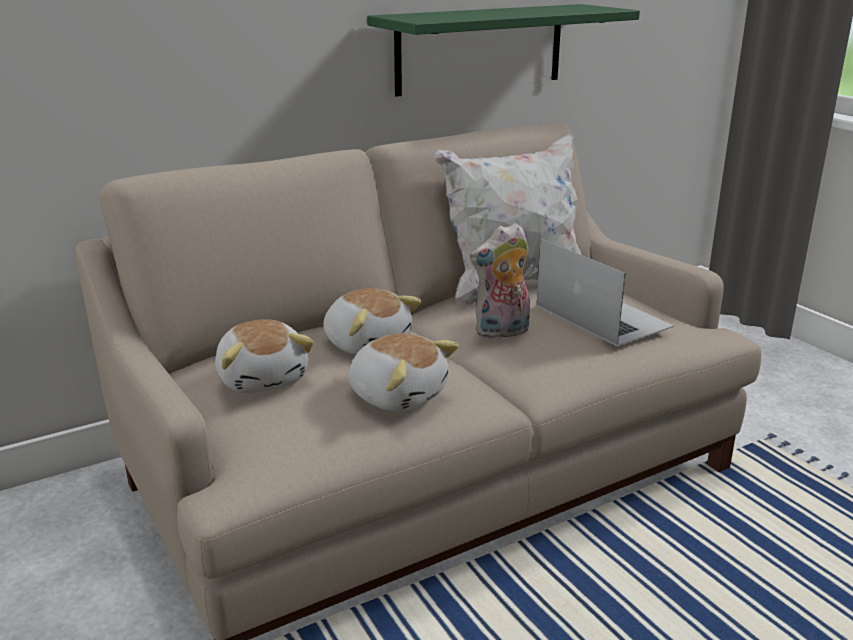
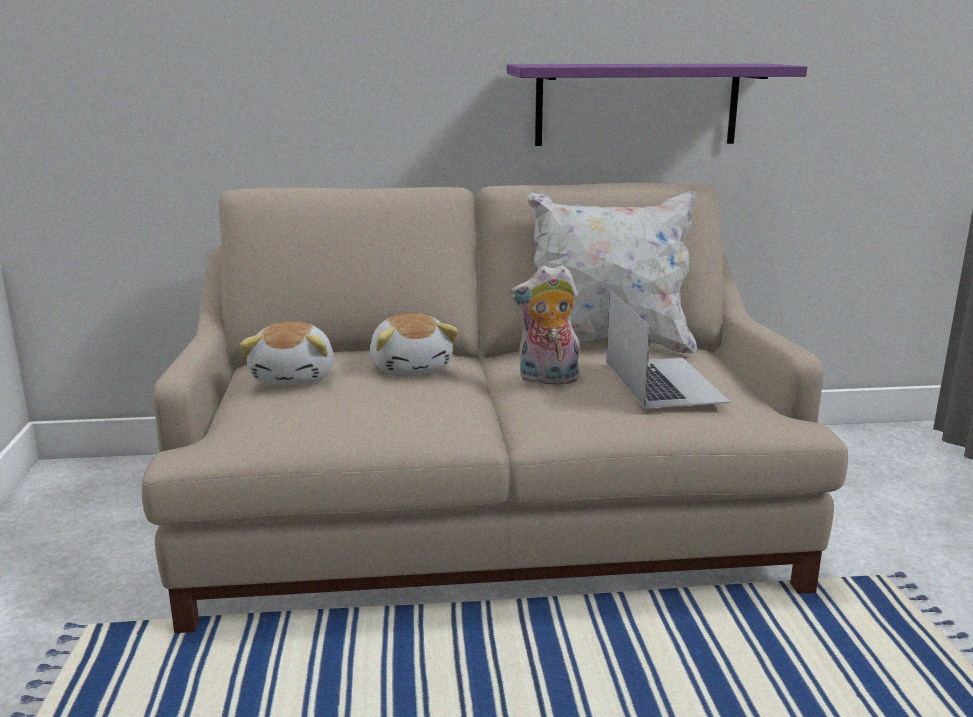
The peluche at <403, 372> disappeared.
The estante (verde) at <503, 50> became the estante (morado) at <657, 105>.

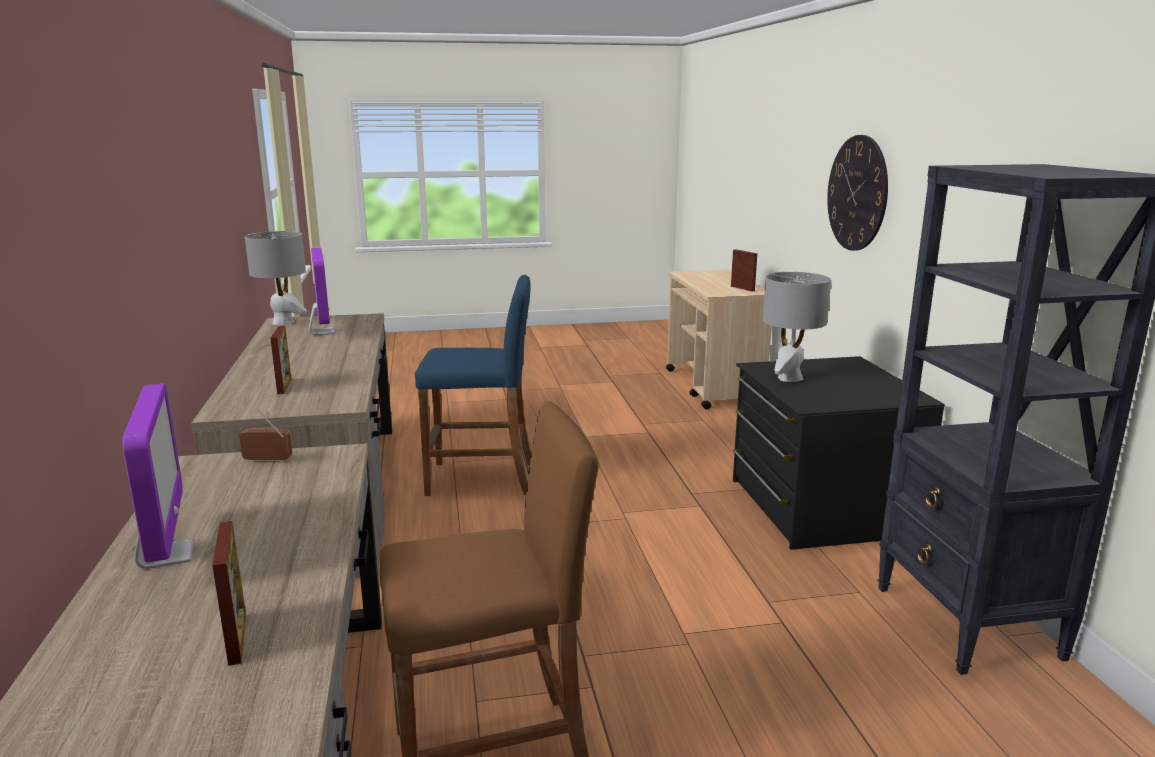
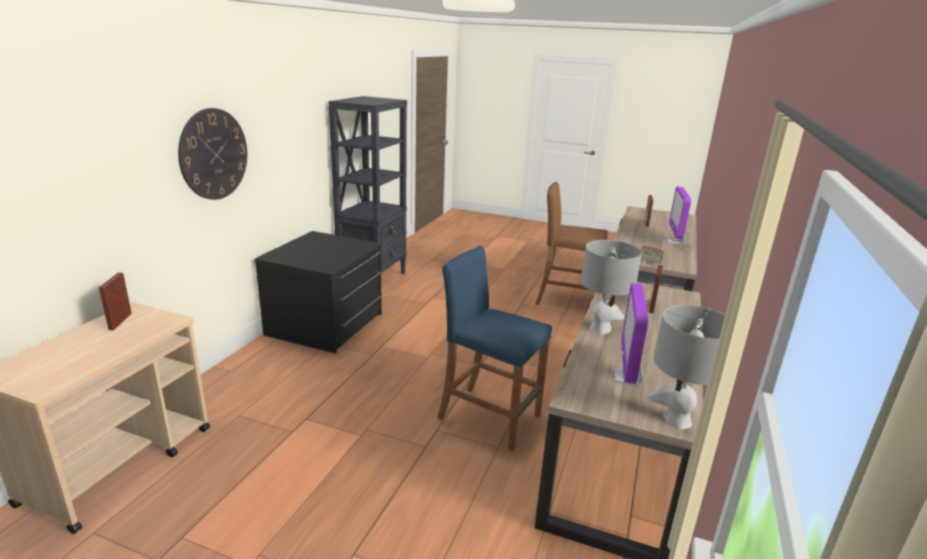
The lámpara de mesa (gris) moved from <797, 327> to <611, 287>.

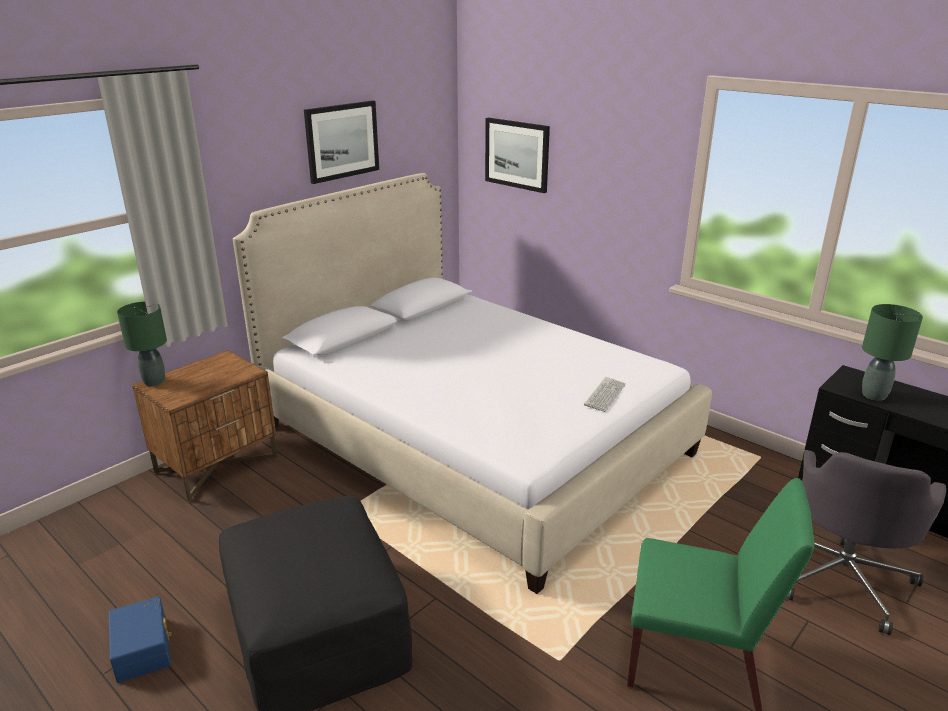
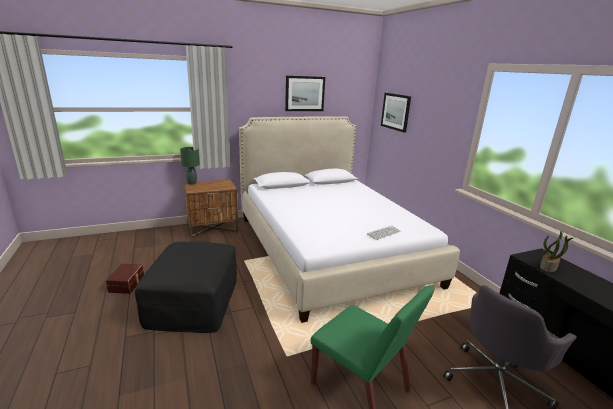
The lámpara de mesa (verde) at <892, 352> was replaced by the planta en maceta at <556, 251>.
The caja de almacenaje (azul) at <140, 639> became the caja de almacenaje (marrón) at <125, 279>.

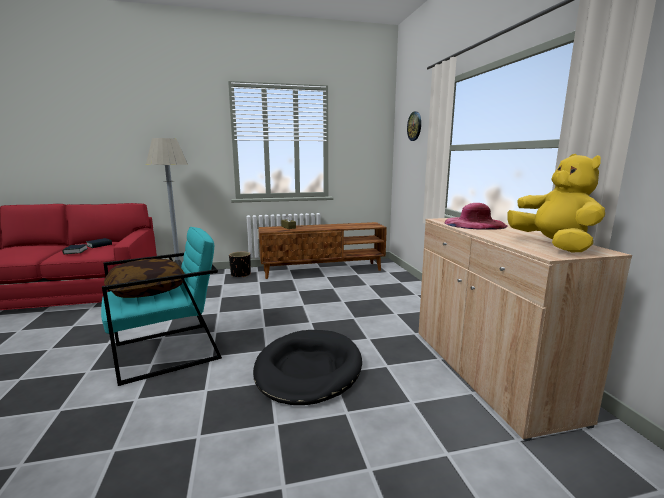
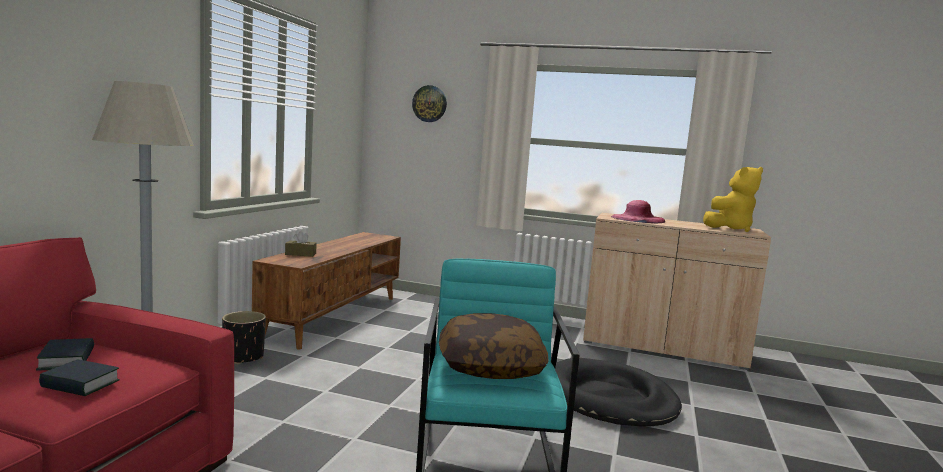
The peluche (amarillo) at <556, 203> turned 135 degrees clockwise.

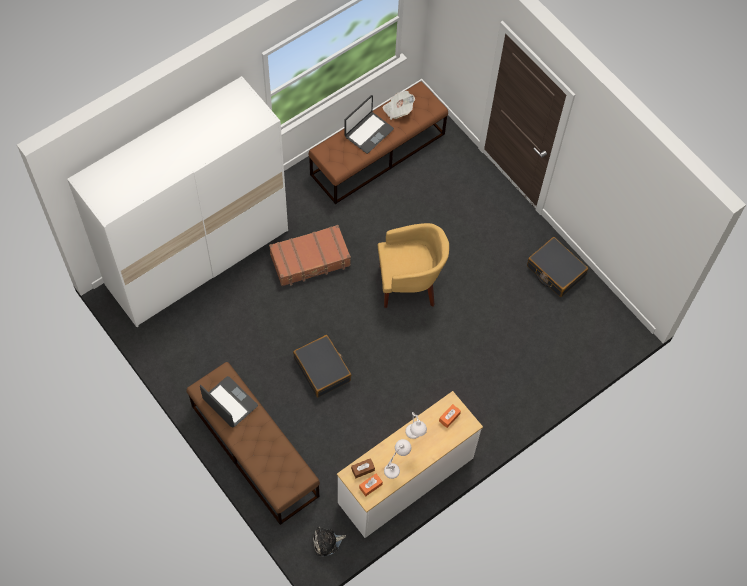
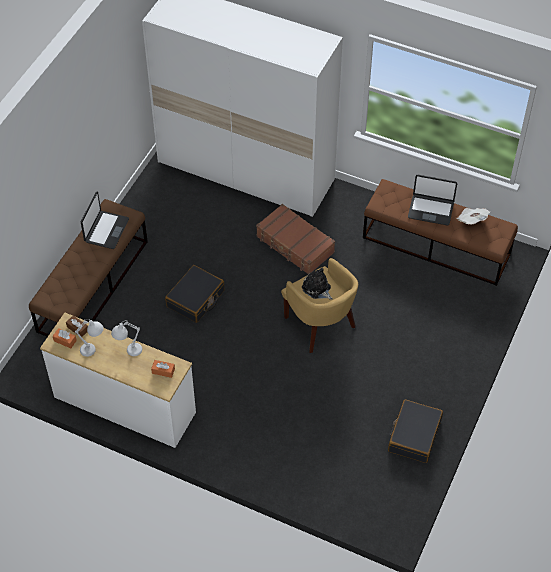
The peluche moved from <329, 542> to <317, 284>.

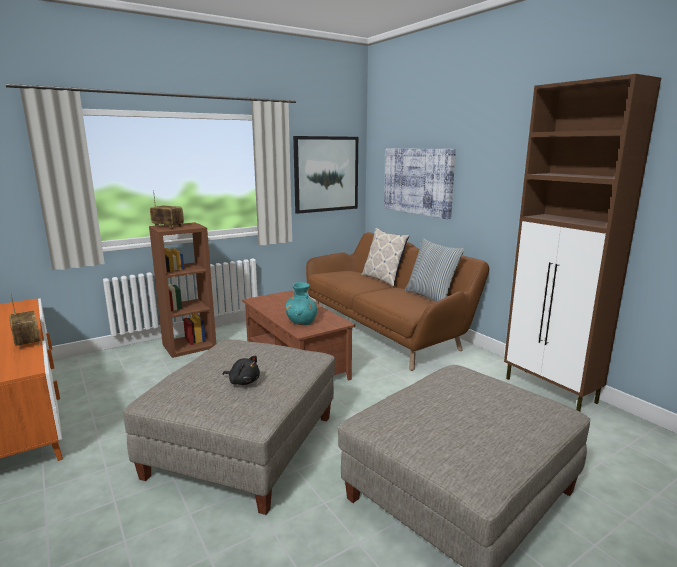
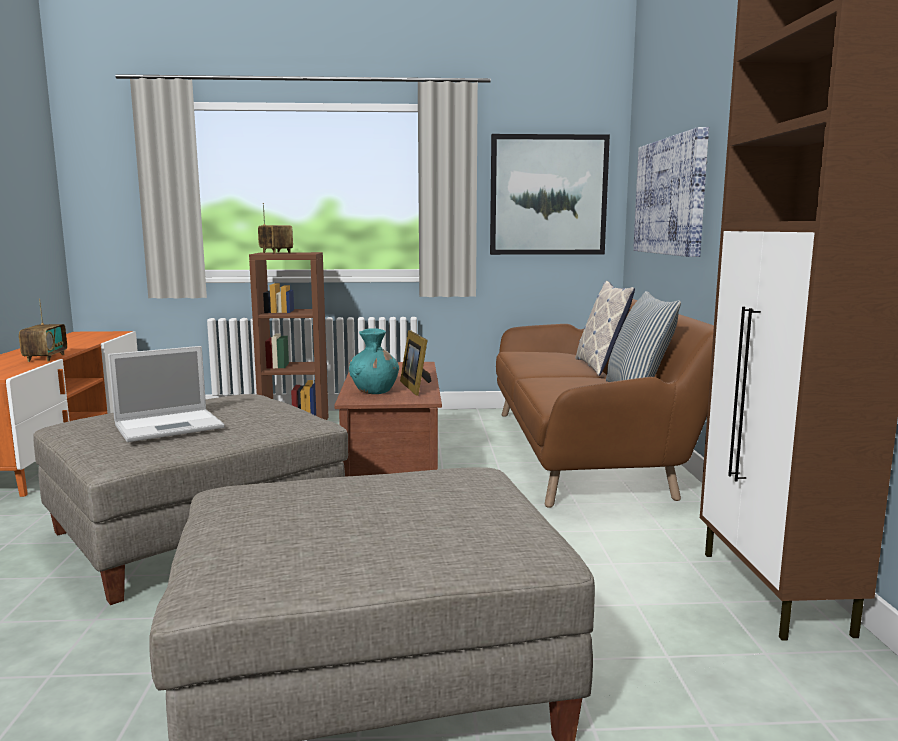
The portarretratos at <416, 363> appeared.
The peluche (negro) at <241, 370> was replaced by the portátil at <166, 394>.

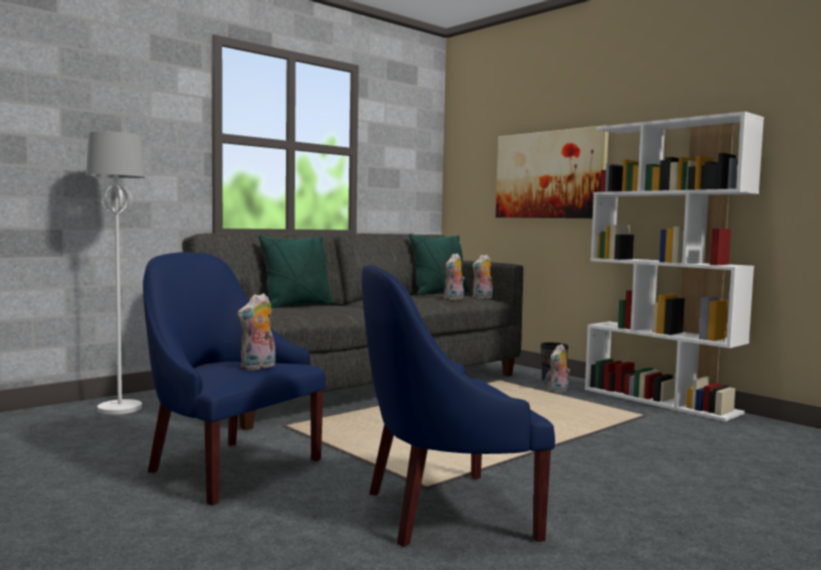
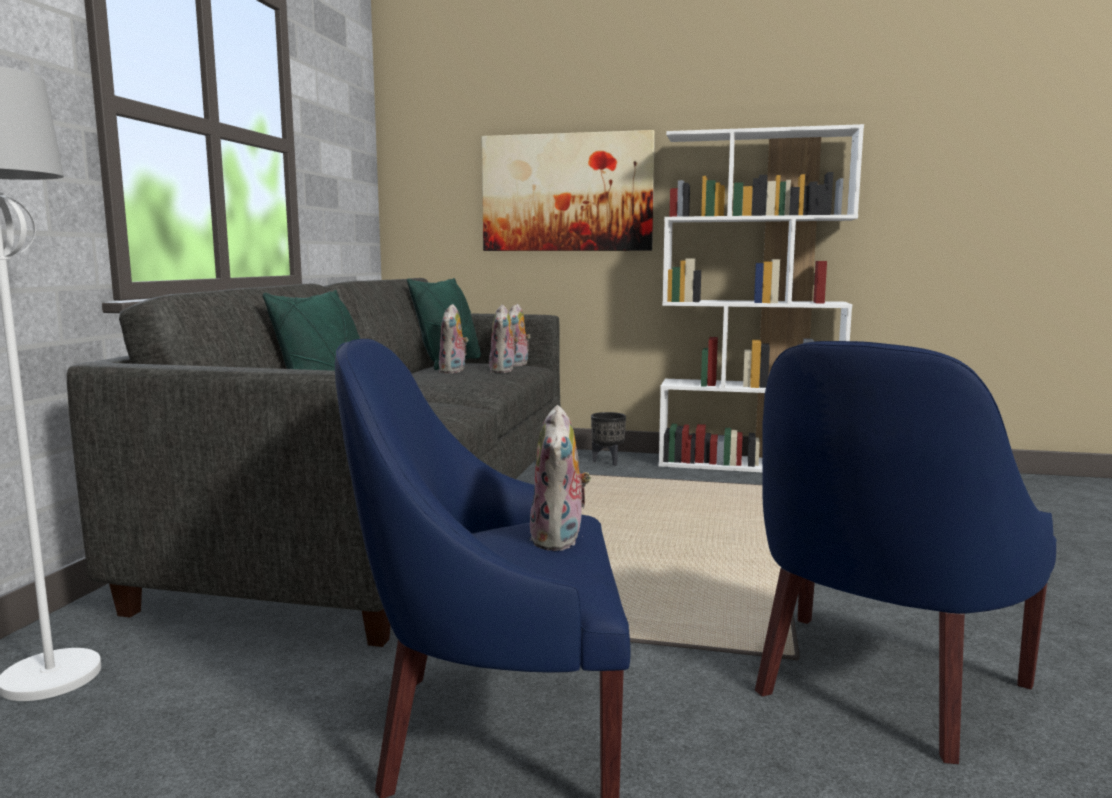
The peluche moved from <559, 368> to <454, 338>.

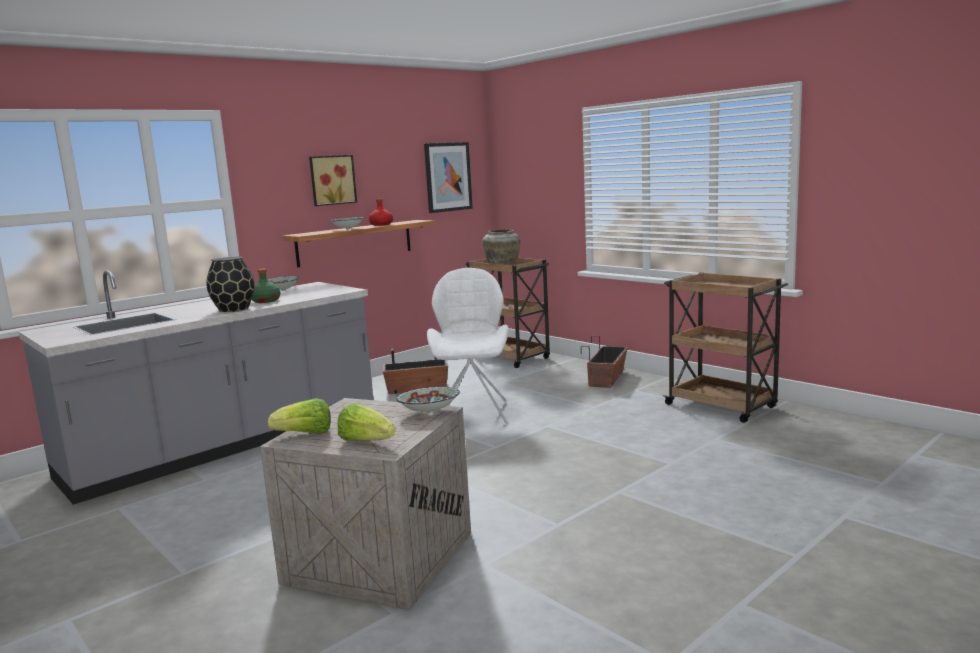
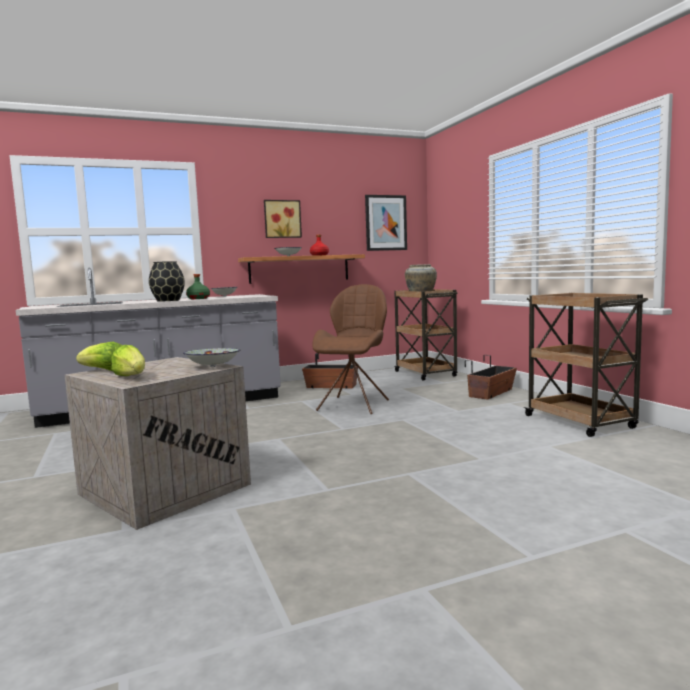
The silla (blanco) at <468, 345> became the silla (marrón) at <350, 349>.

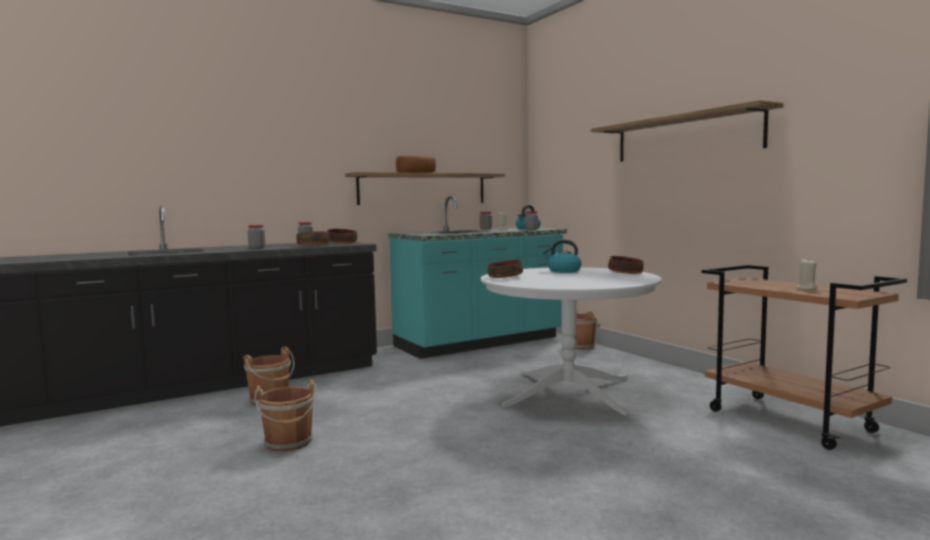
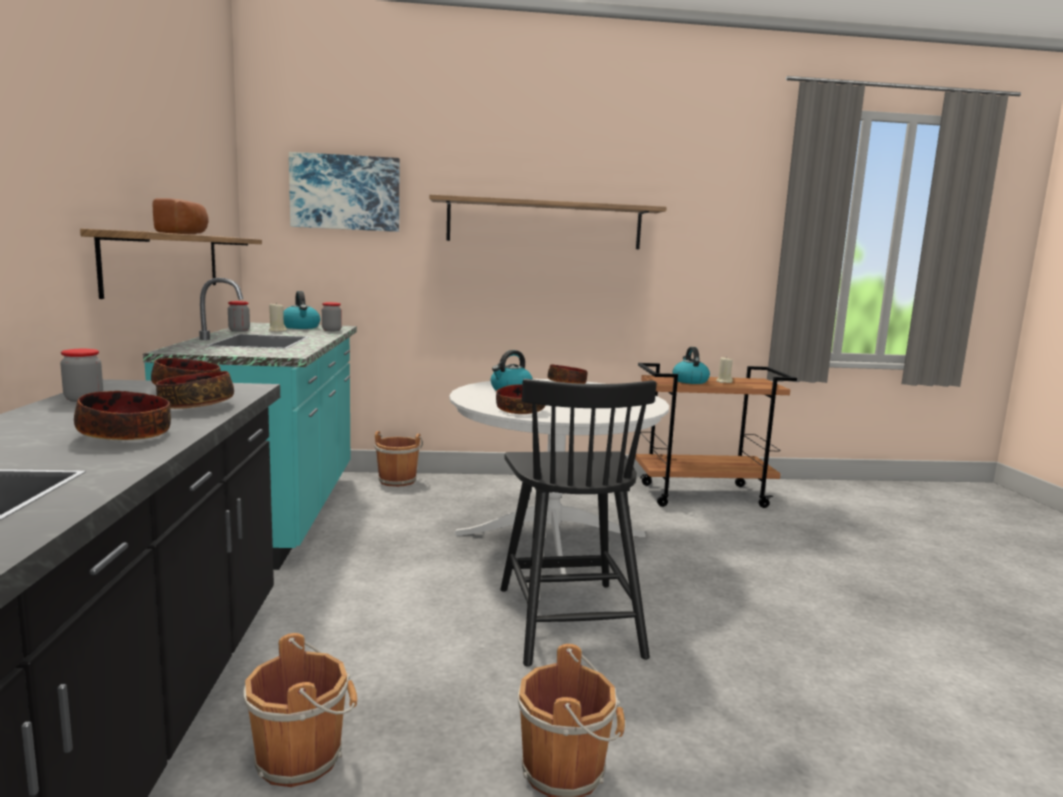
The cuadro at <344, 192> appeared.
The silla (negro) at <578, 523> appeared.
The hervidor at <691, 365> appeared.
The tarro at <256, 237> was replaced by the cuenco at <122, 415>.

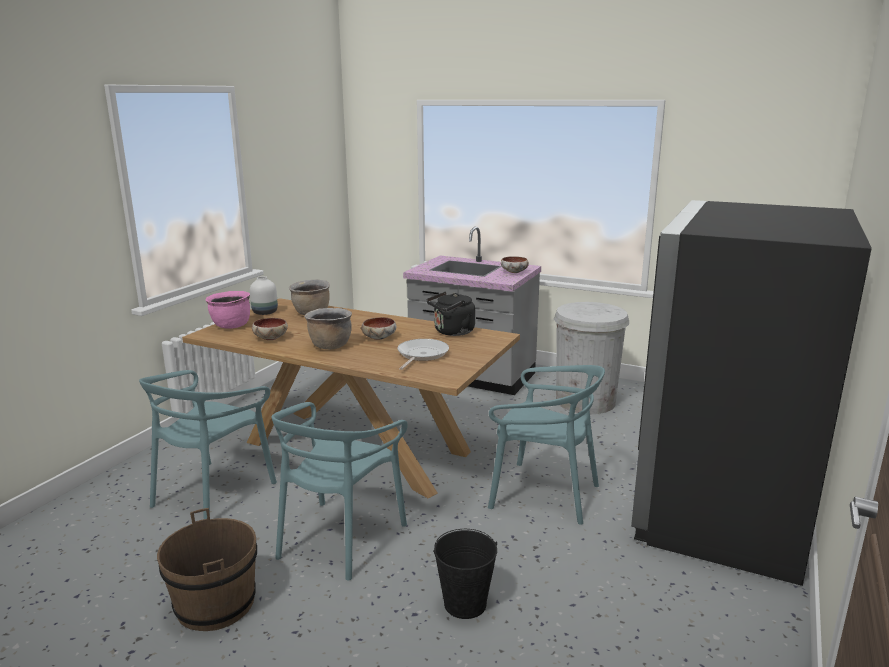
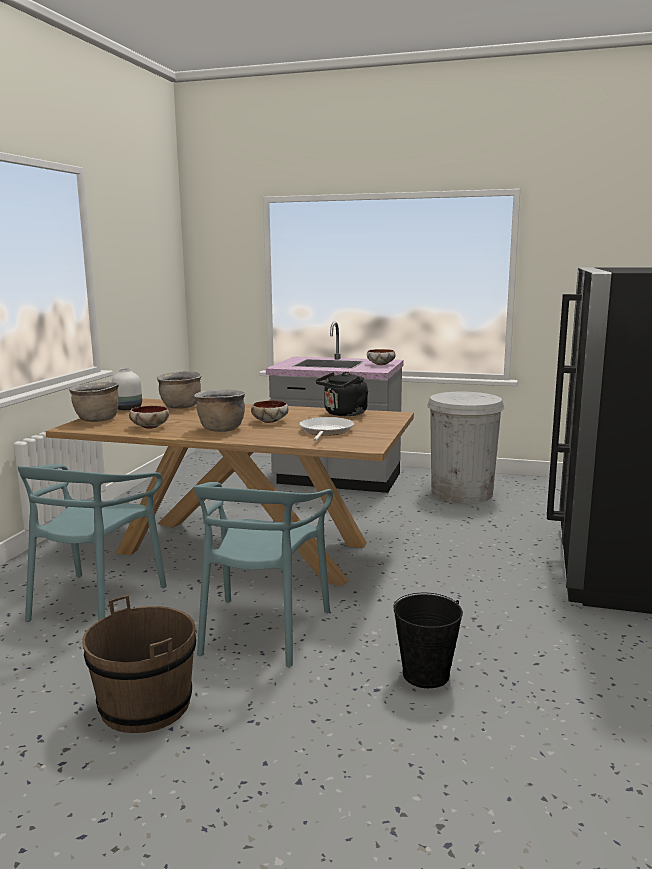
The silla (turquesa) at <546, 445> disappeared.
The olla (rosa) at <228, 310> became the olla (marrón) at <94, 402>.

